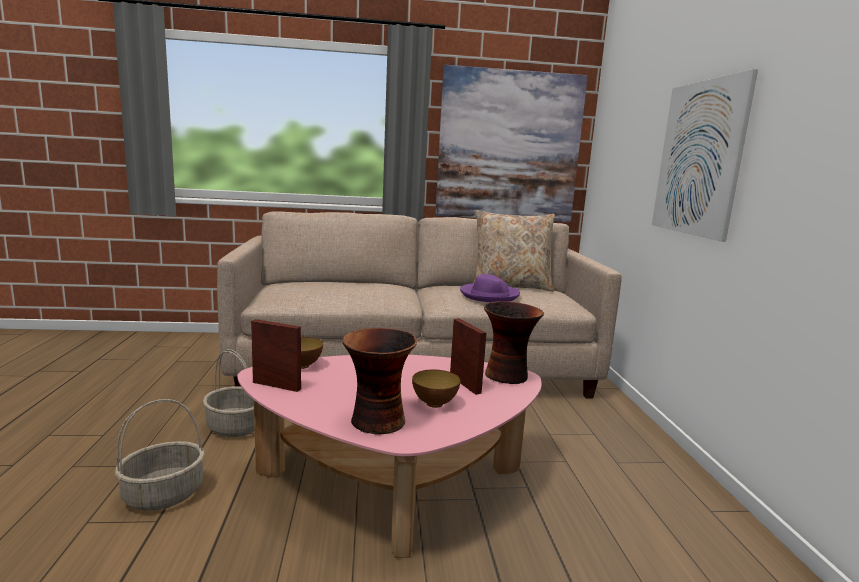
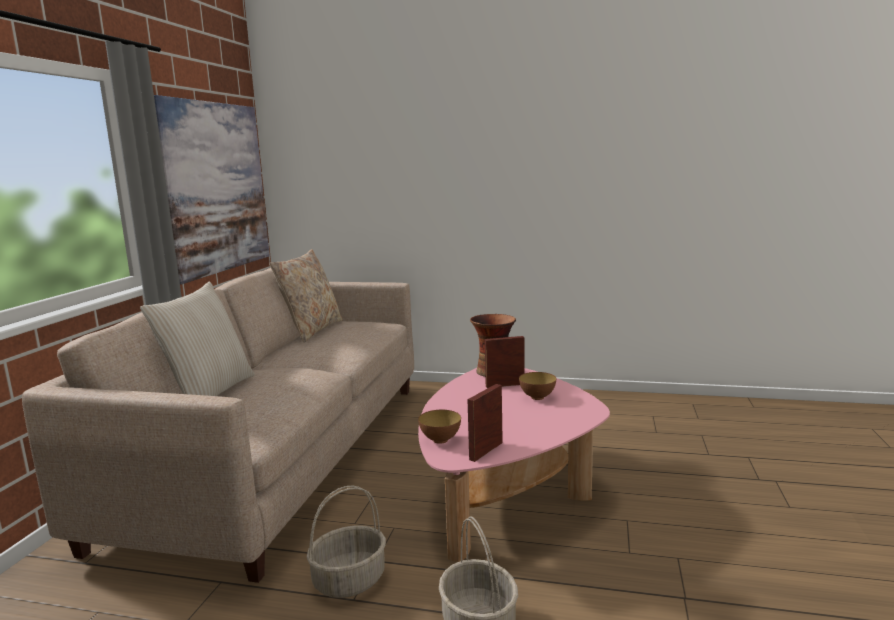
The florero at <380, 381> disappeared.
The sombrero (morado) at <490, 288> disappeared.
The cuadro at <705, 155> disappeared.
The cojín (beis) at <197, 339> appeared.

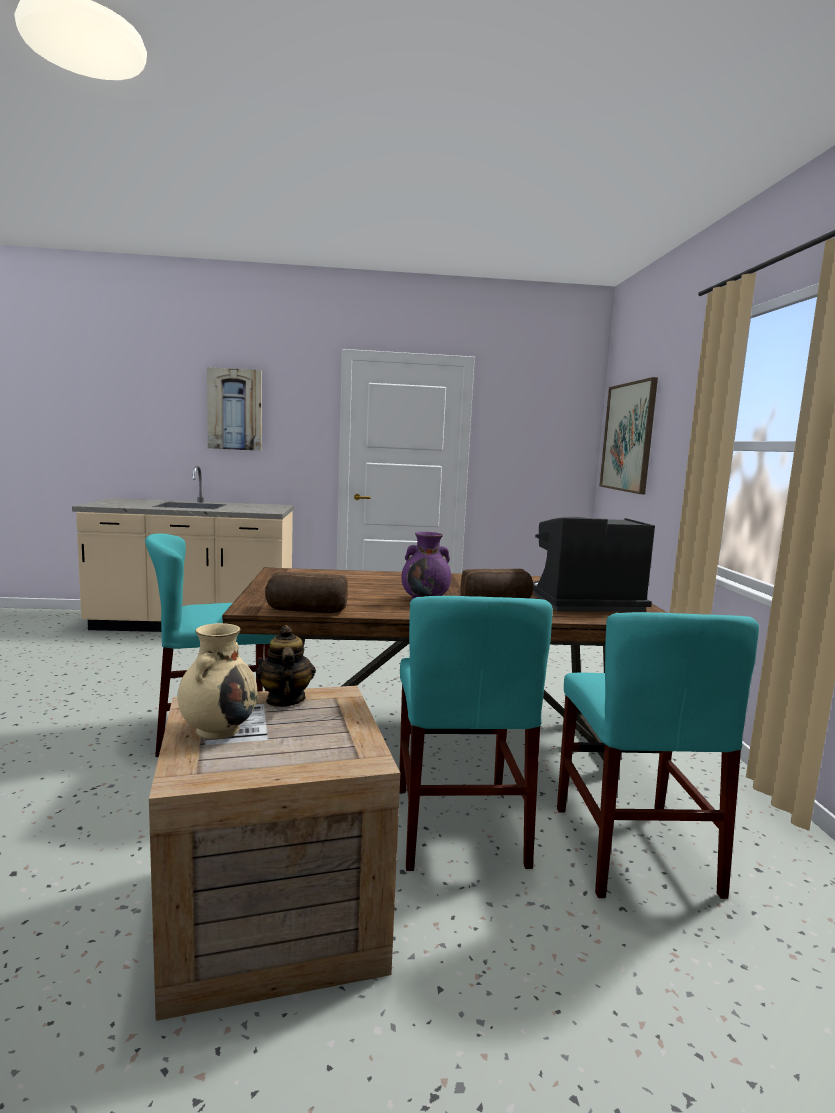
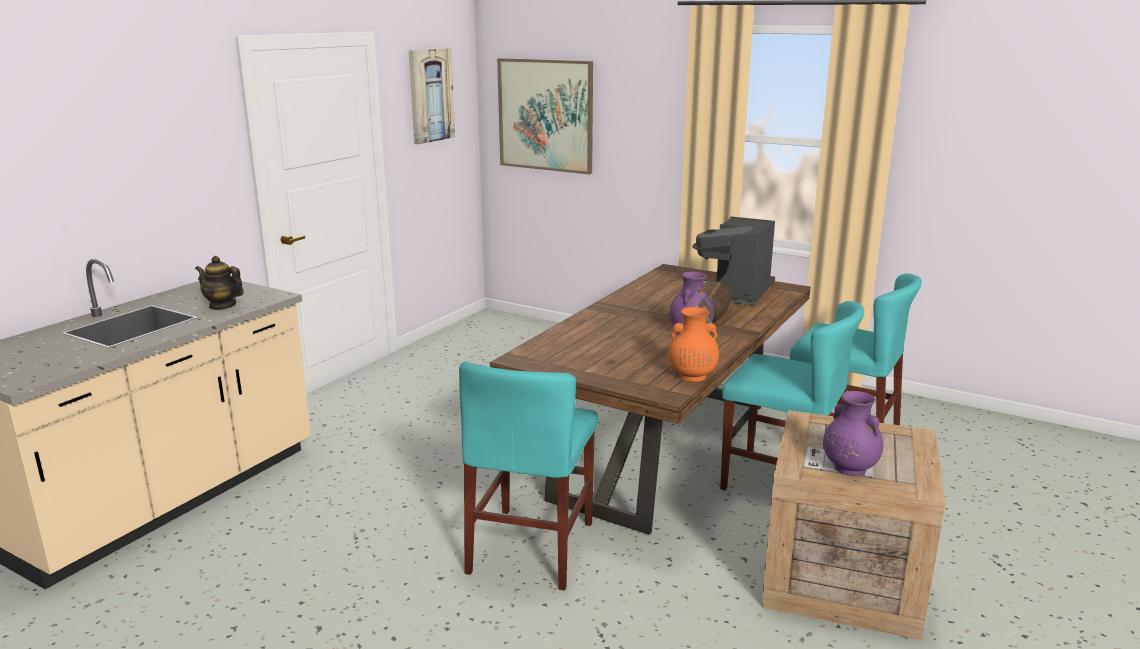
The cuadro moved from <234, 409> to <432, 96>.
The tetera moved from <286, 666> to <219, 283>.
The pan at <306, 592> was replaced by the florero (naranja) at <693, 344>.
The florero (beis) at <217, 681> became the florero (morado) at <853, 433>.

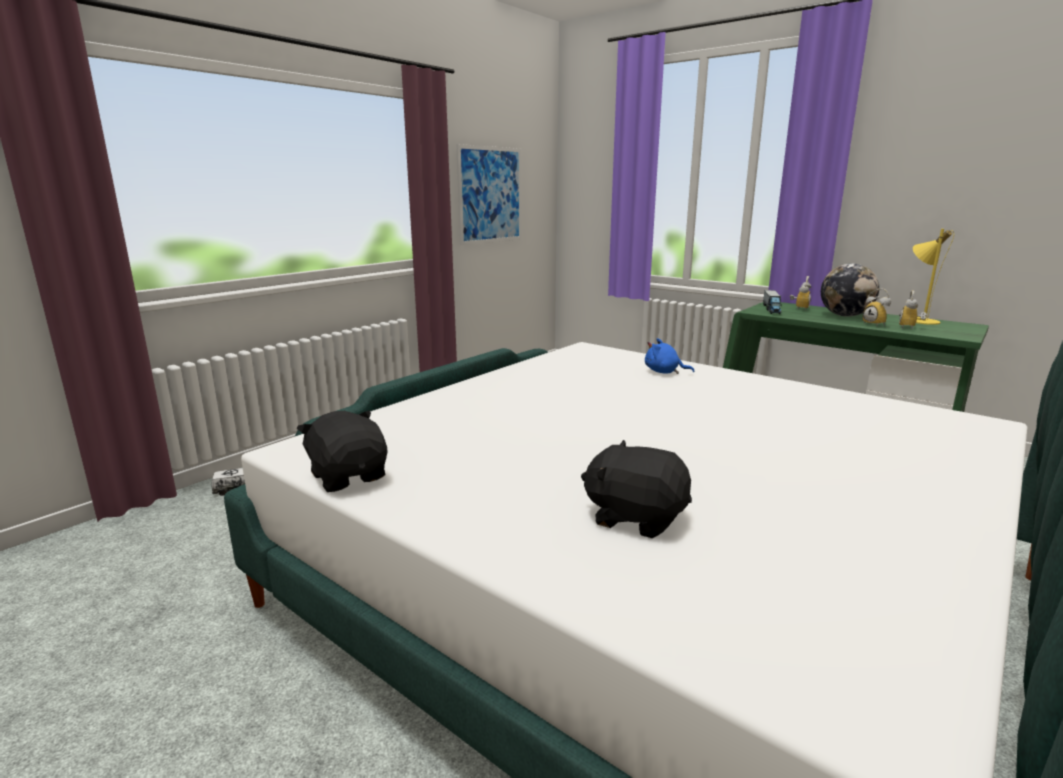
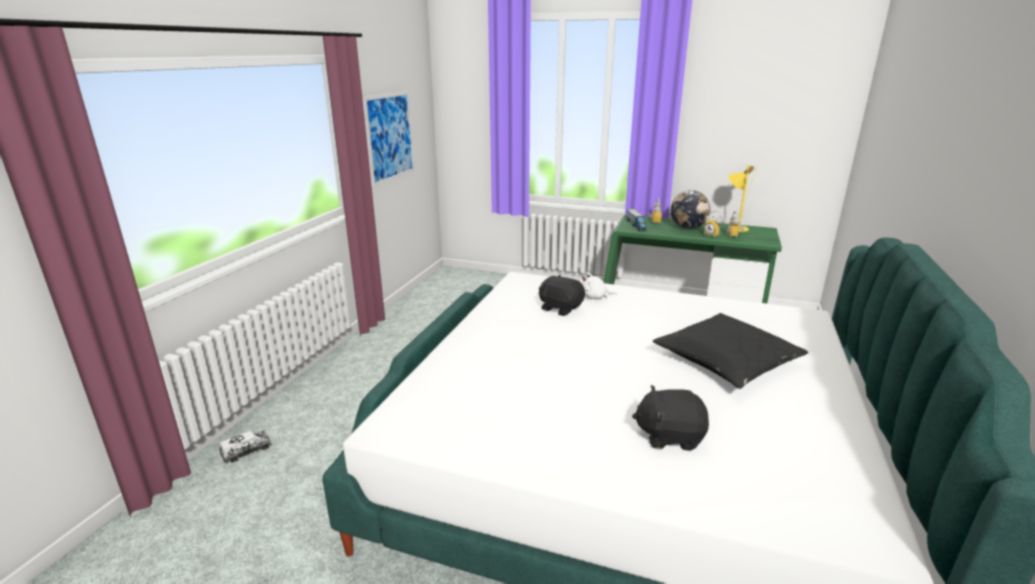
The cojín (negro) at <730, 351> appeared.
The peluche (negro) moved from <342, 451> to <562, 295>.
The peluche (azul) at <669, 356> became the peluche (blanco) at <599, 285>.

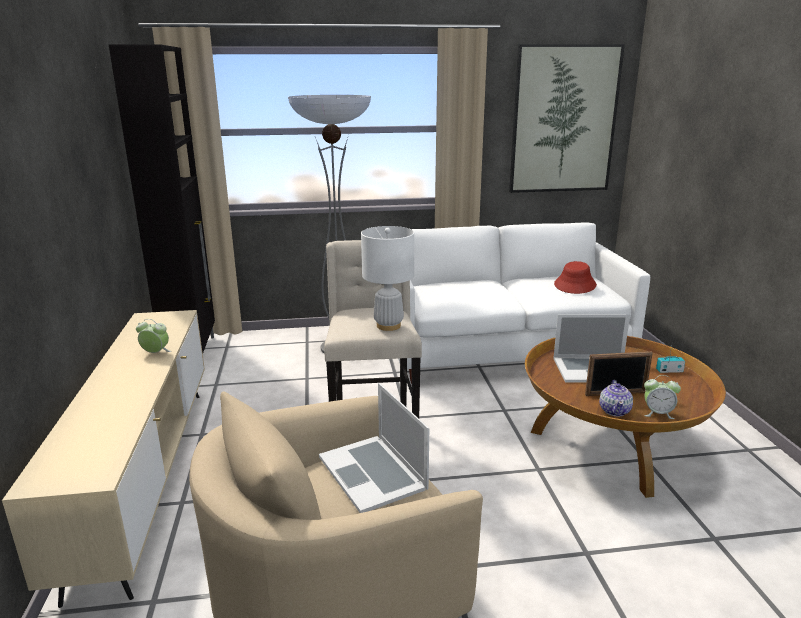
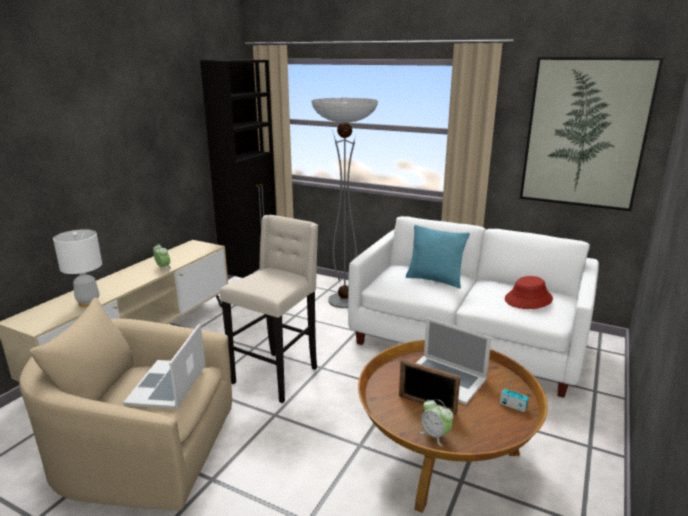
The tetera at <616, 398> disappeared.
The cojín (turquesa) at <438, 256> appeared.
The lámpara de mesa (blanco) moved from <387, 278> to <77, 268>.

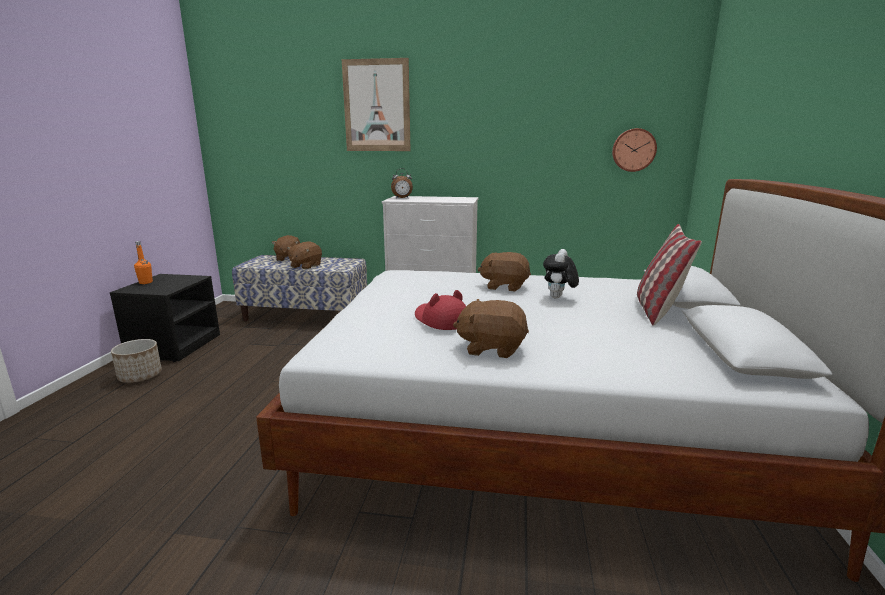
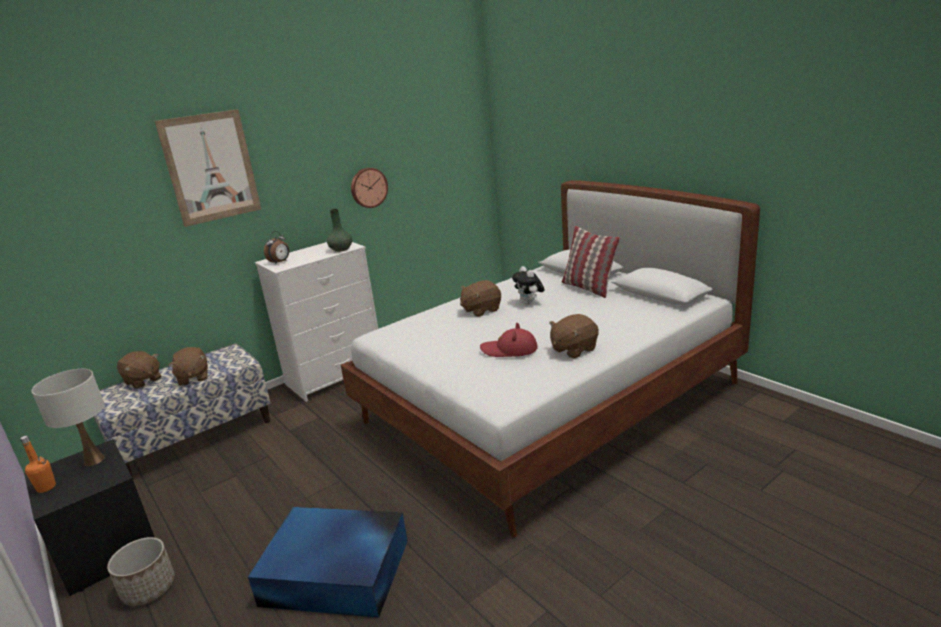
The lámpara de mesa (blanco) at <68, 417> appeared.
The caja de almacenaje (azul) at <328, 562> appeared.
The florero (verde) at <339, 230> appeared.
The reloj de pared moved from <634, 150> to <369, 188>.

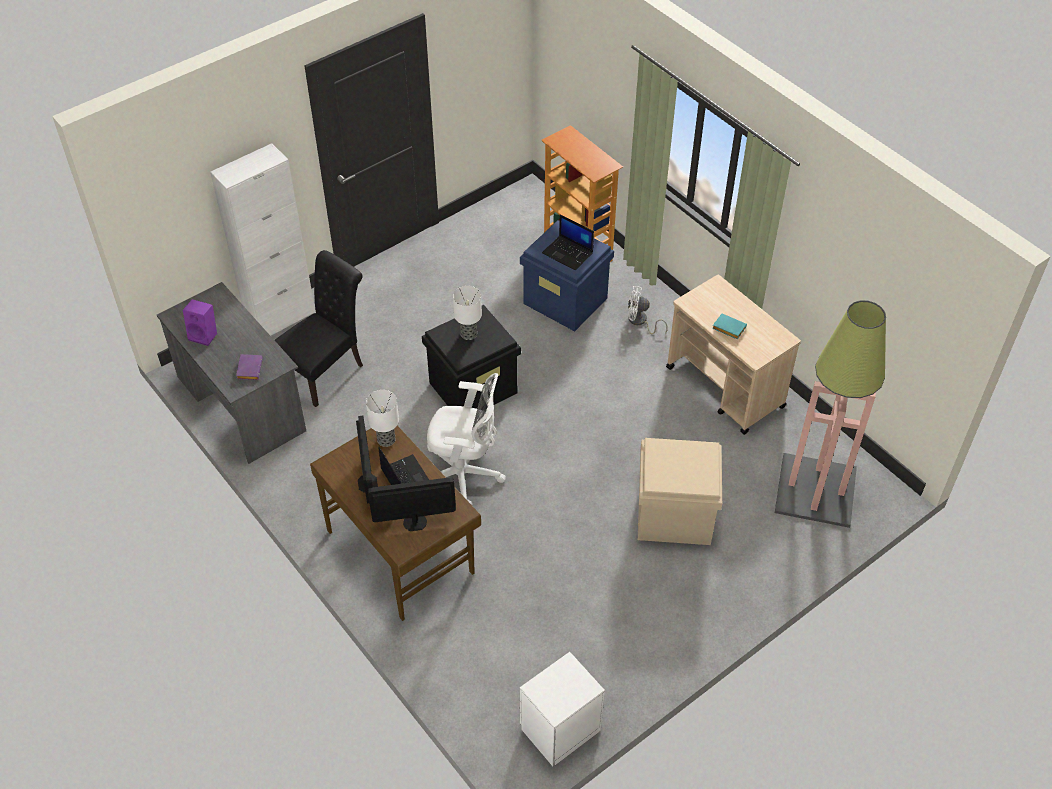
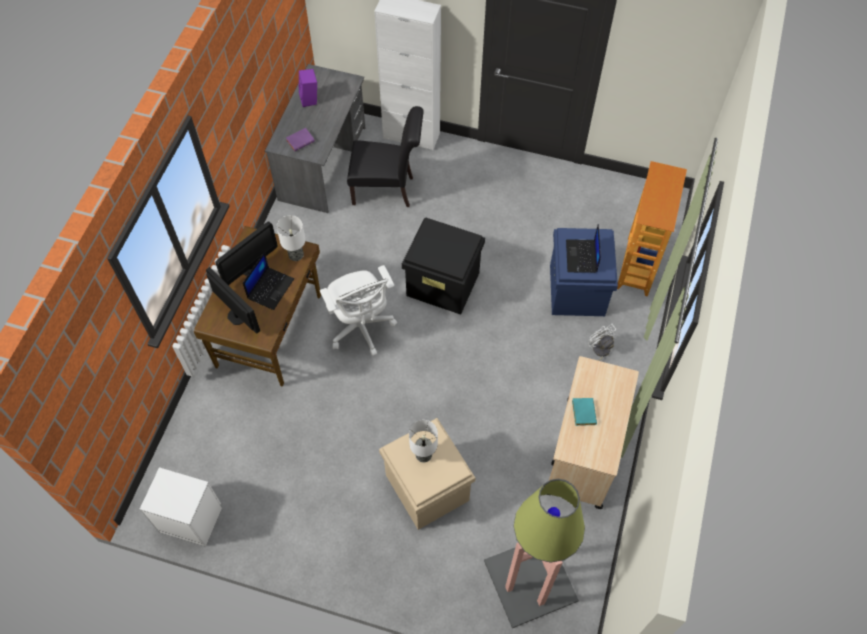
The lámpara de mesa moved from <467, 313> to <423, 441>.

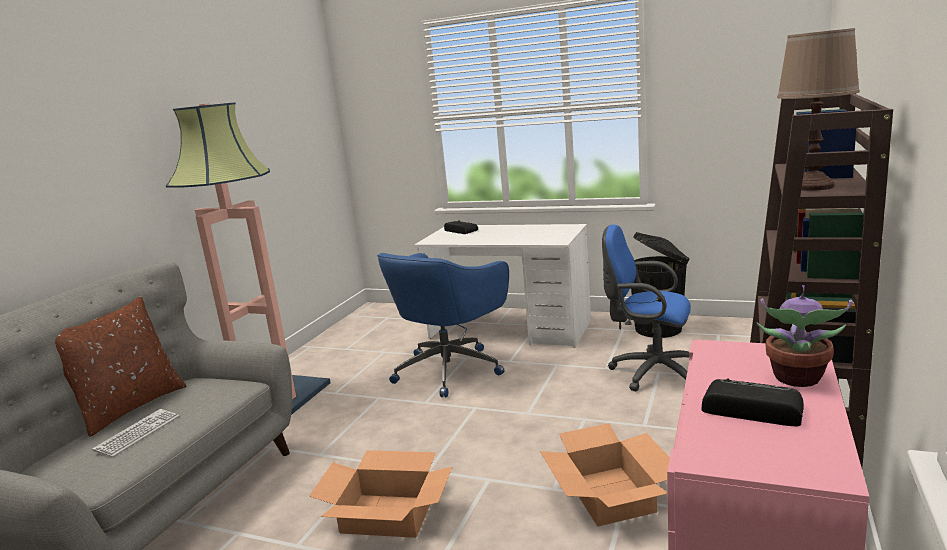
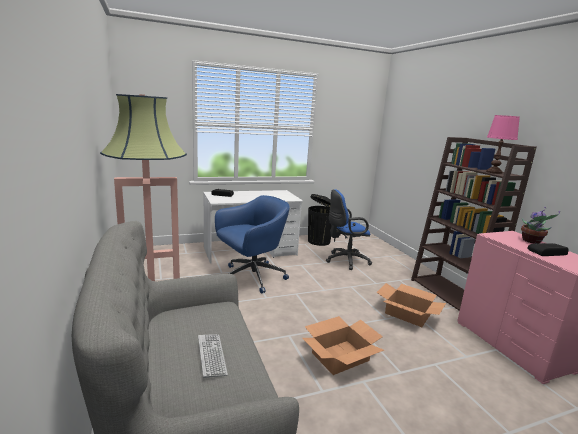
The cojín (marrón) at <121, 366> disappeared.
The lámpara de mesa (marrón) at <818, 109> became the lámpara de mesa (rosa) at <503, 144>.
The silla de oficina (azul) at <443, 325> turned 120 degrees counterclockwise.

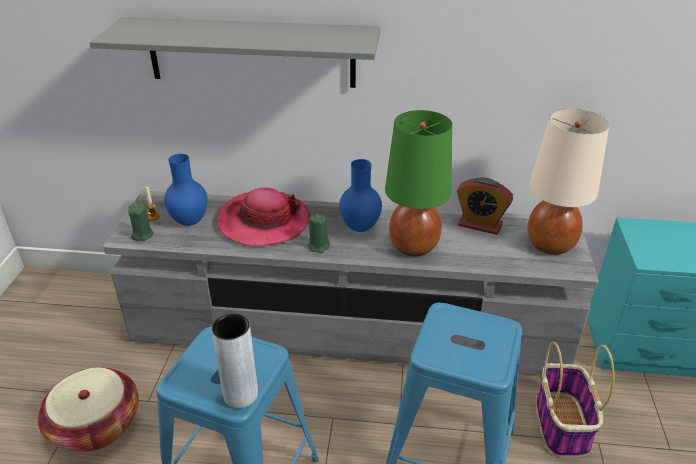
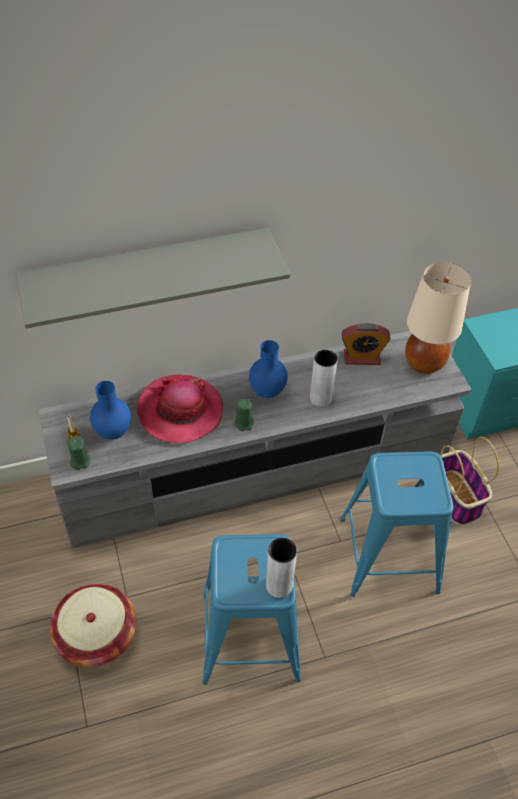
The lámpara de mesa (verde) at <418, 183> was replaced by the florero (gris) at <324, 378>.

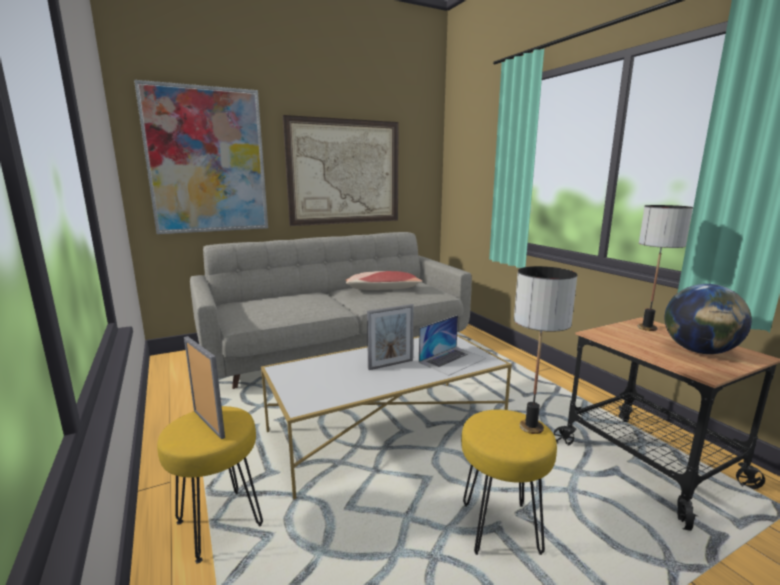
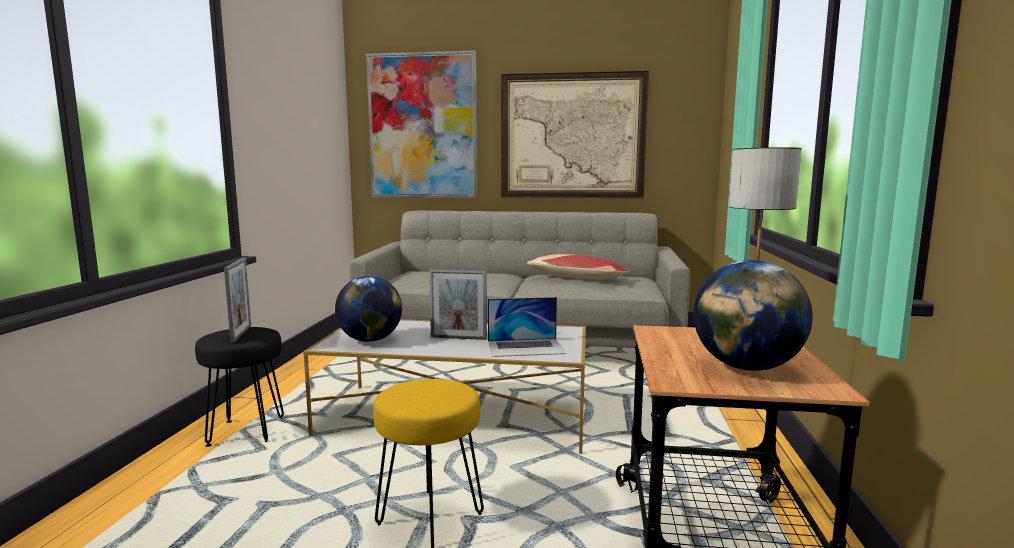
The lámpara de mesa at <545, 350> disappeared.
The globo terráqueo at <368, 309> appeared.
The taburete (amarillo) at <210, 484> became the taburete (negro) at <239, 387>.

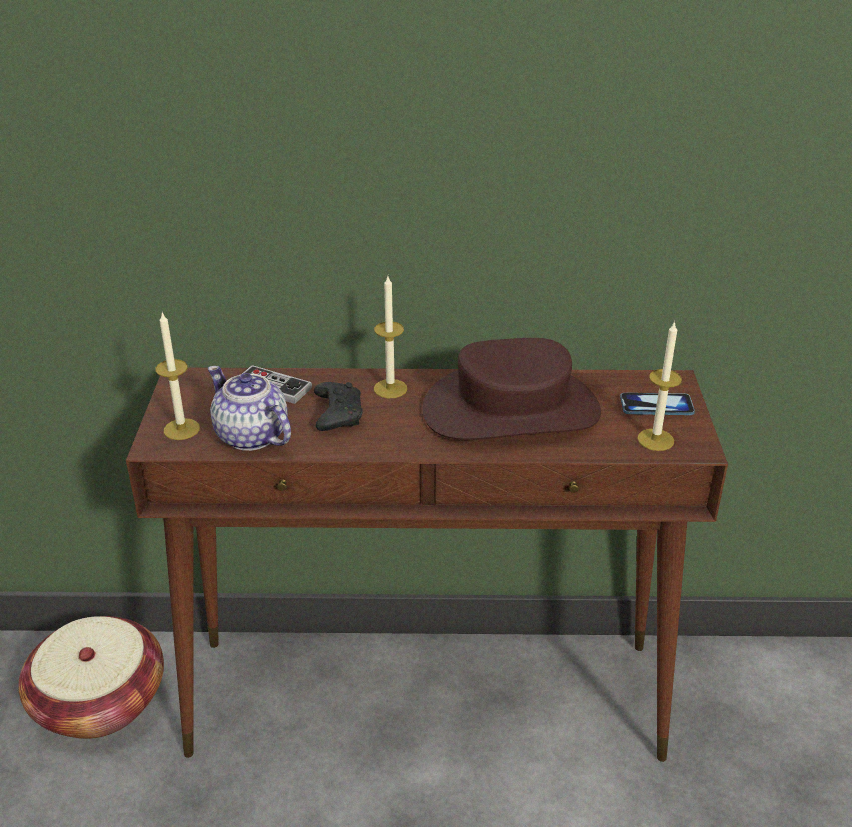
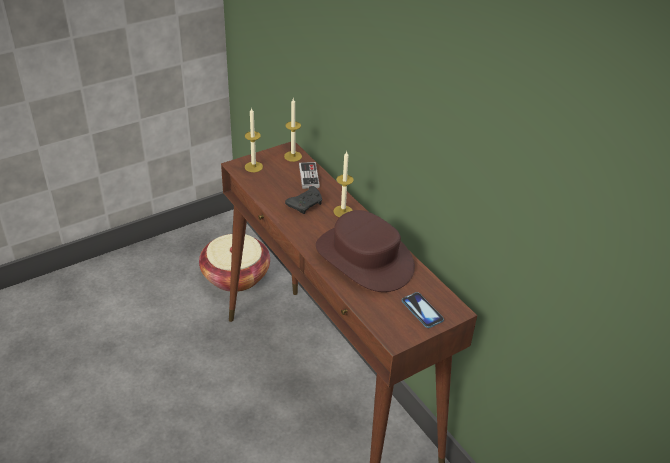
The tetera at <249, 408> disappeared.
The vela moved from <659, 386> to <293, 130>.

